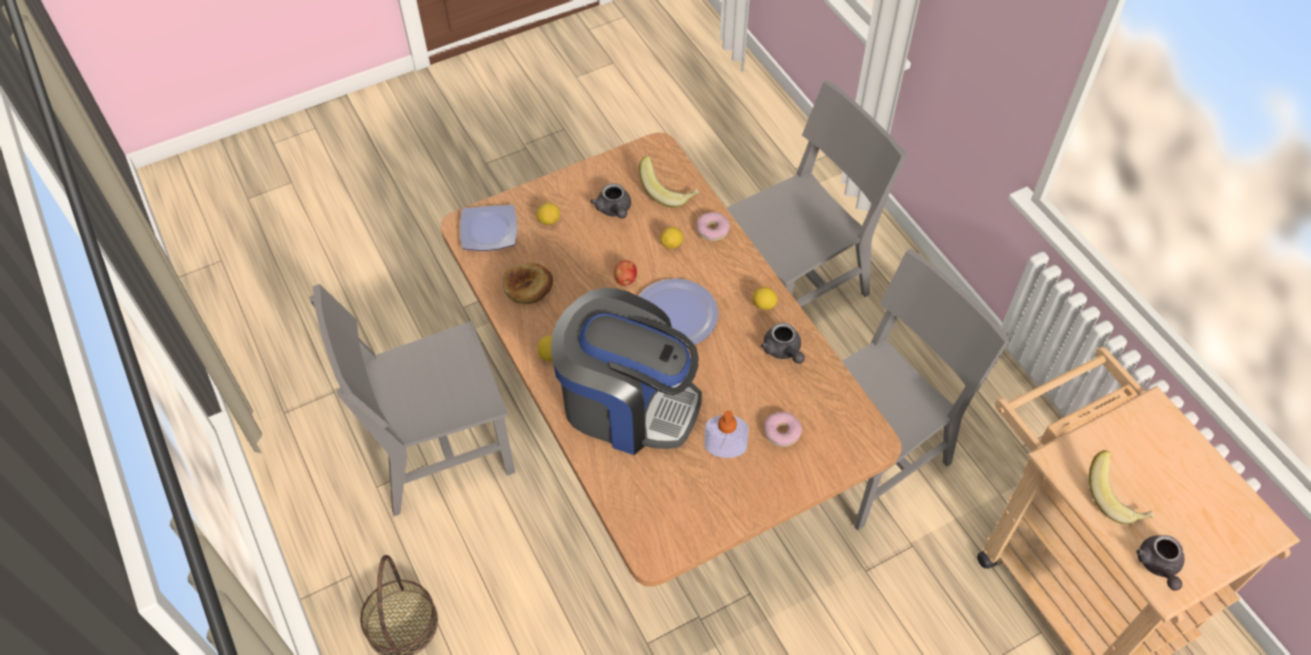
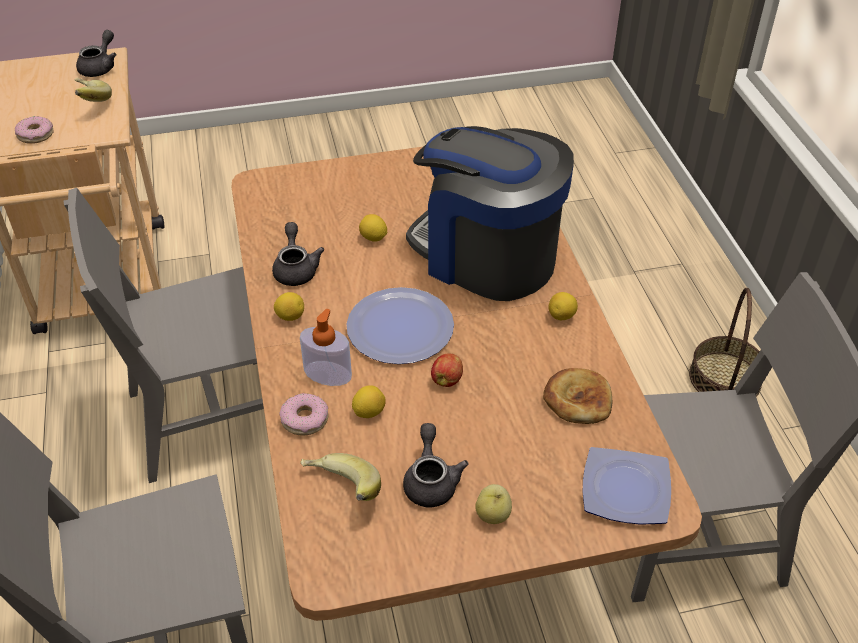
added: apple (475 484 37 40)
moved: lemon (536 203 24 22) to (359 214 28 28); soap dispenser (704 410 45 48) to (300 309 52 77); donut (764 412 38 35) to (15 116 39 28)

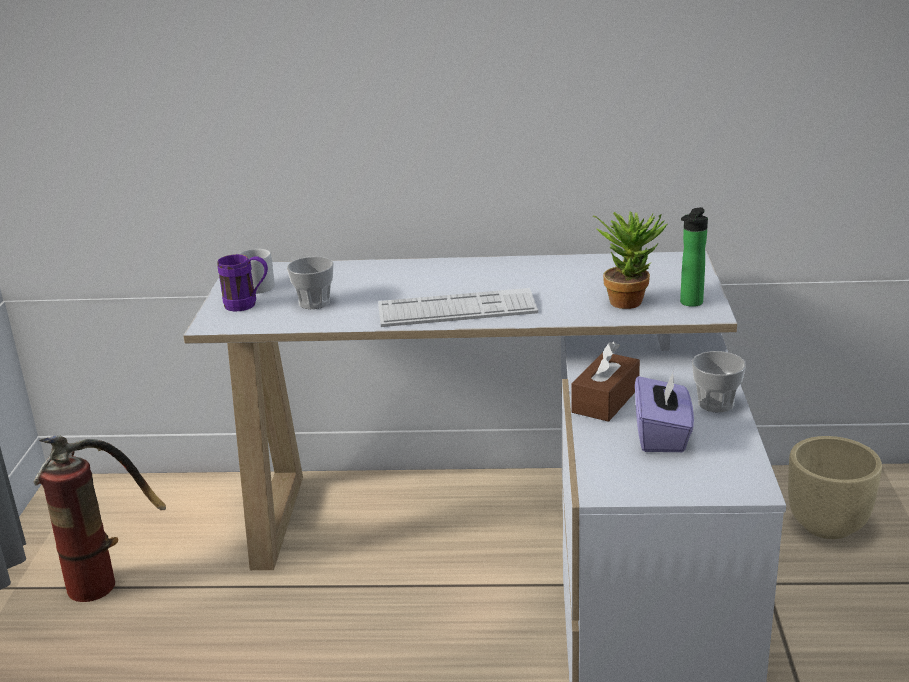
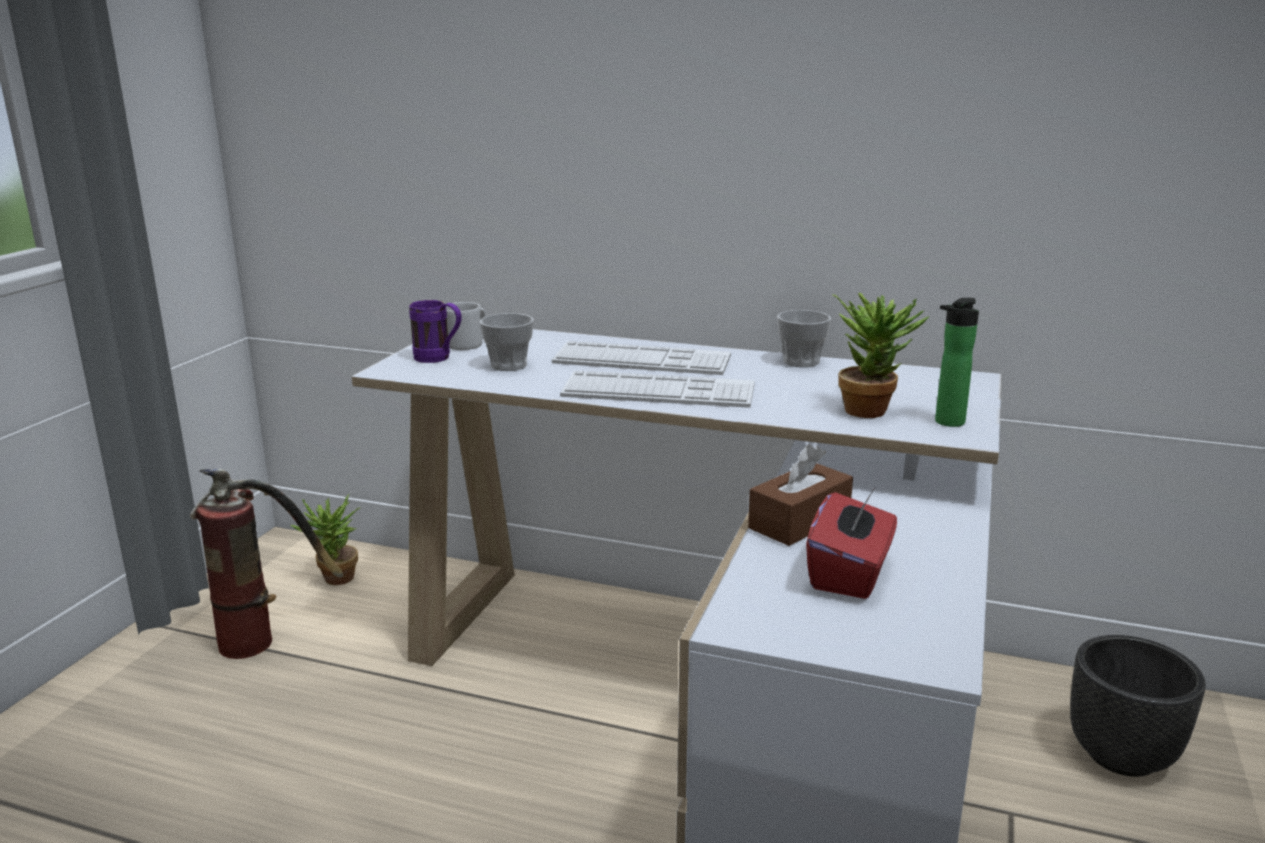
added: keyboard (552 341 179 34); potted plant (291 494 69 91)
moved: cup (692 351 54 62) to (777 310 54 57)
recoloured: purple tissue box (635 371 59 81) to red tissue box (806 488 91 111); beige planter (788 436 94 103) to black planter (1070 635 136 142)

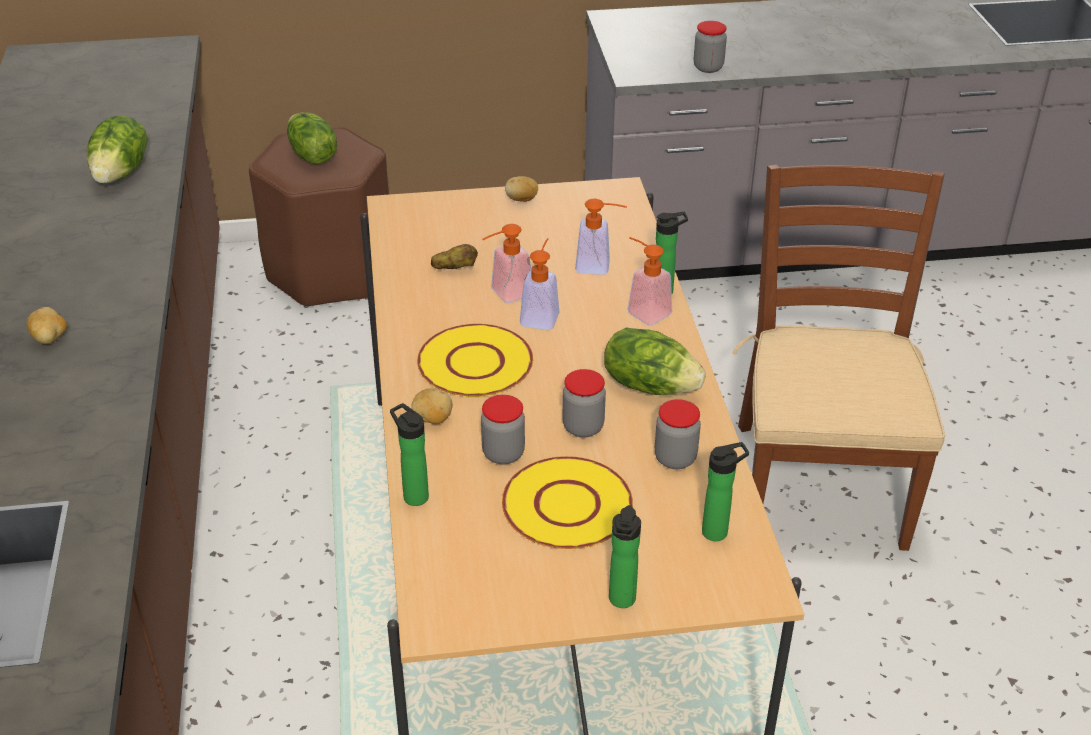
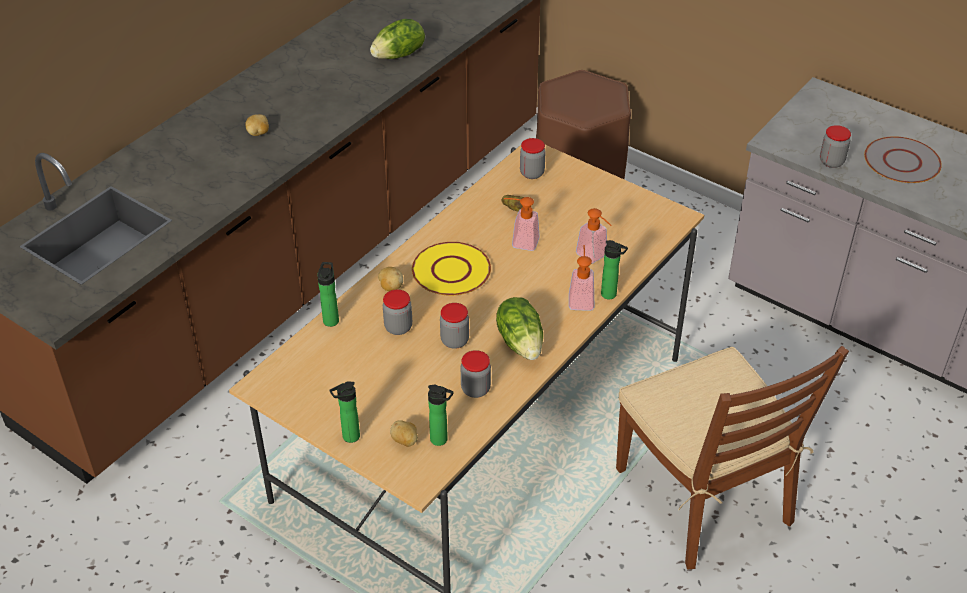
removed: lettuce (287 113 50 52); soap dispenser (520 238 39 92); yellow plate (502 456 131 93)
added: grey plate (864 136 78 48); jar (520 138 26 41)
moved: potato (505 176 33 26) to (390 420 28 27)
turned: brown chair (732 165 213 386) = (616 346 233 224) 105 degrees clockwise

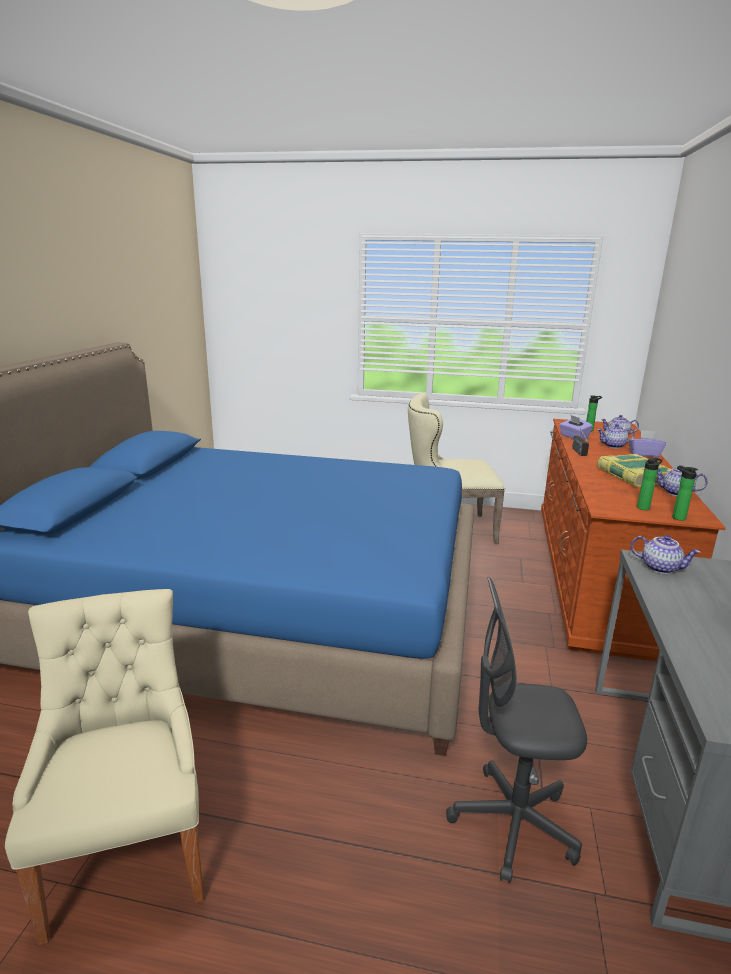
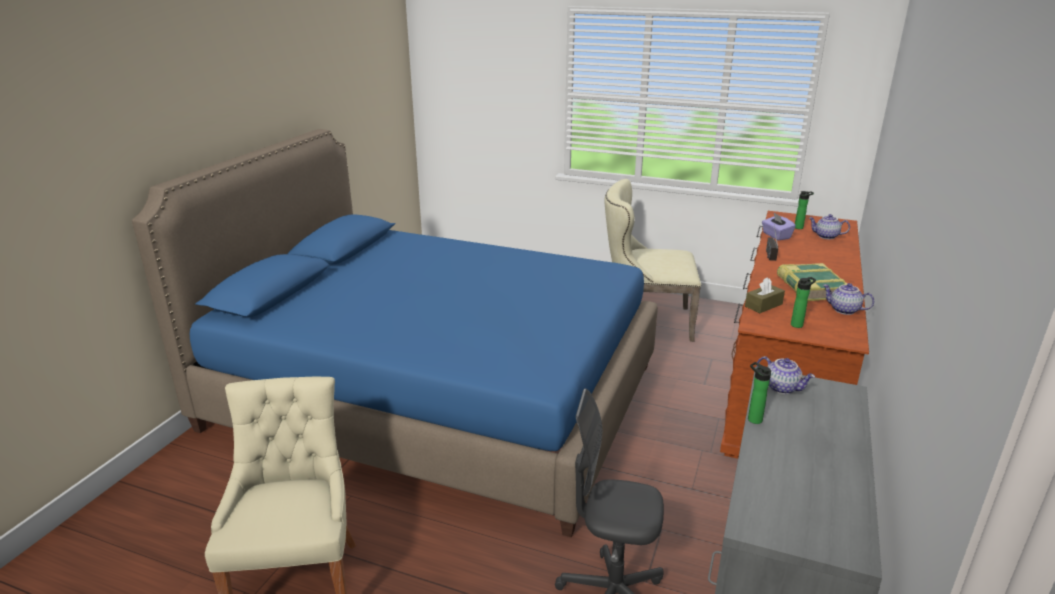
removed: teapot (597 424 38 24); purple tissue box (629 430 37 27)
added: brown tissue box (745 277 40 36)
moved: bottle (672 465 26 56) to (748 362 23 62)

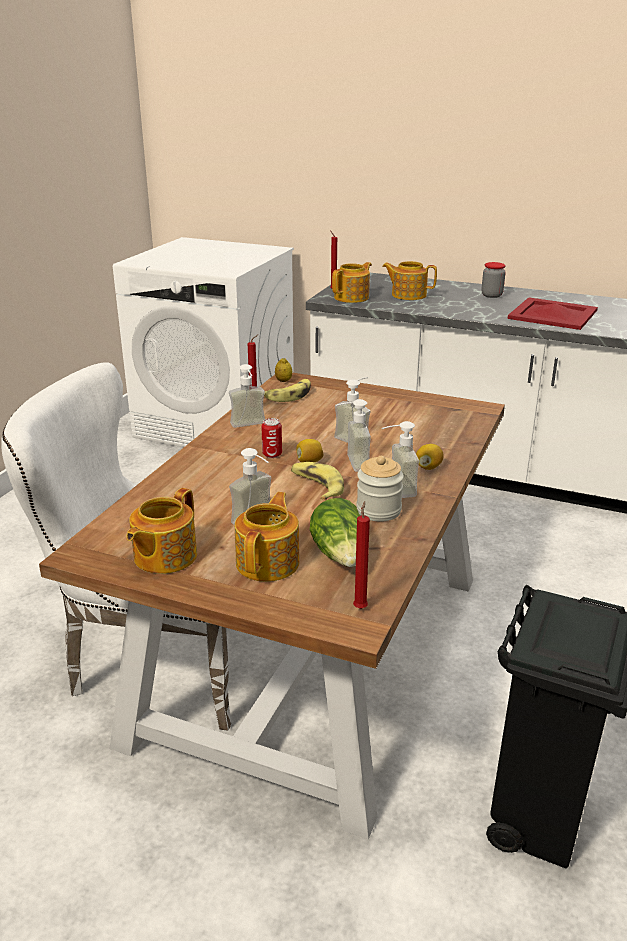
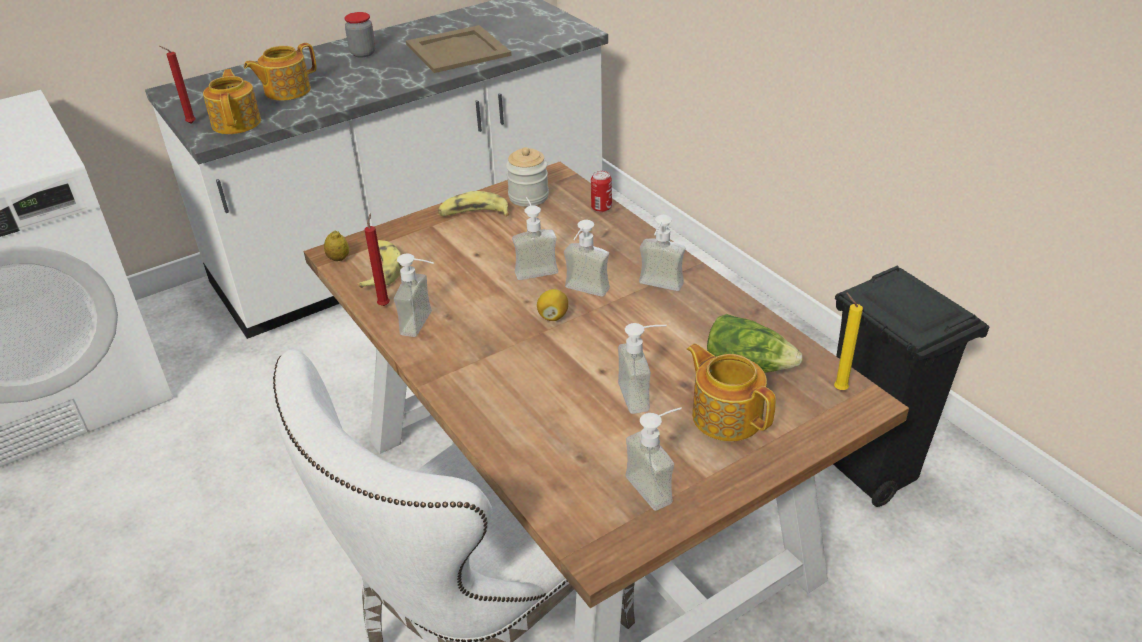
removed: lemon (416 444 28 26)
moved: can (261 418 21 40) to (591 171 21 41); jar (357 456 47 66) to (506 147 43 60); banana (291 462 53 38) to (438 191 71 25)
replaced: teapot (127 488 70 86) to soap dispenser (625 408 57 103)
recoloured: red tray (507 297 91 33) to beige tray (406 25 106 48); red candle (353 501 17 108) to yellow candle (834 293 29 97)

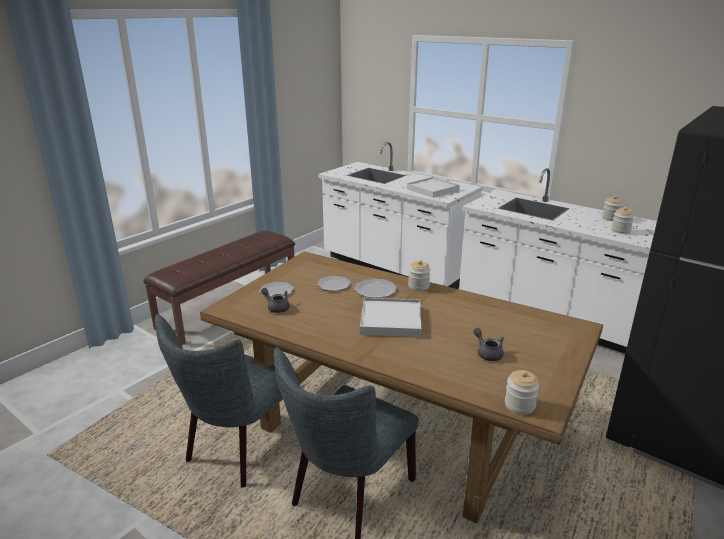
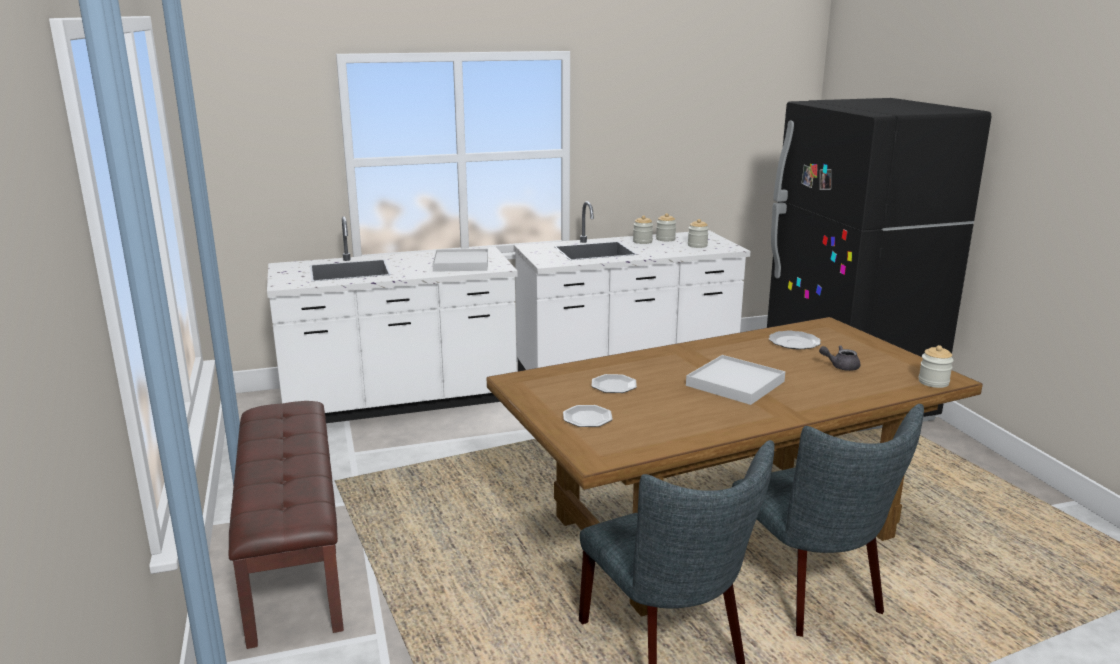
removed: grey teapot (261 288 29 25)
moved: jar (408 260 23 31) to (633 216 20 28); plate (355 278 42 20) to (769 331 52 18)

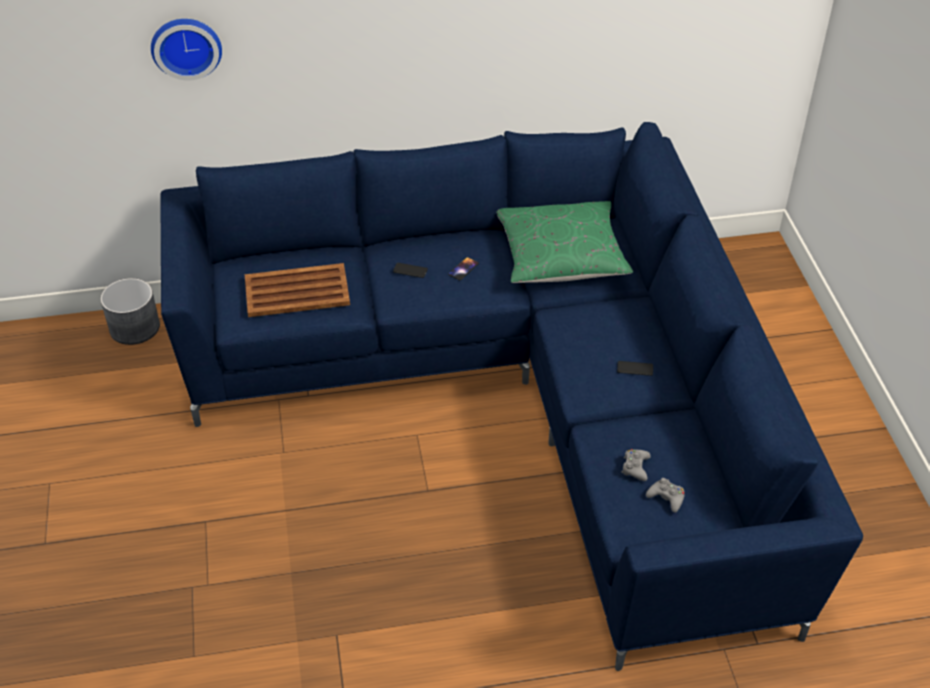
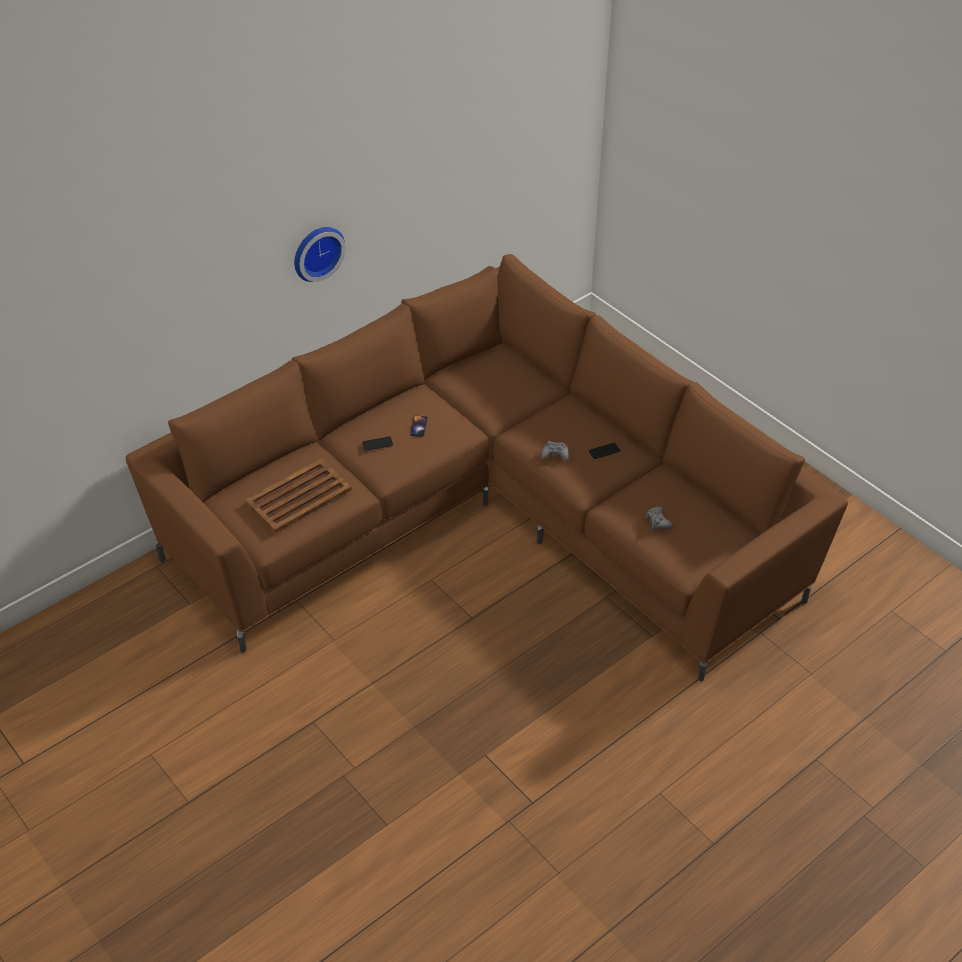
removed: green pillow (497 201 136 82); grey planter (100 278 60 67)
moved: wall clock (151 19 71 62) to (294 227 52 55); grey game controller (646 478 39 35) to (541 441 28 20)
recoloured: blue sofa (160 122 703 549) to brown sofa (126 254 722 428)

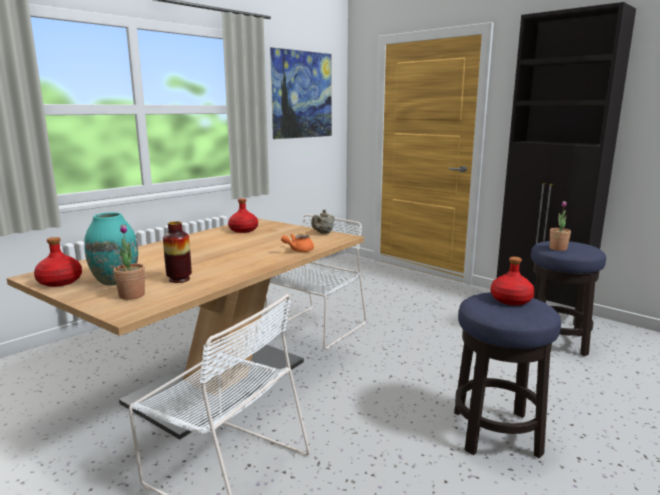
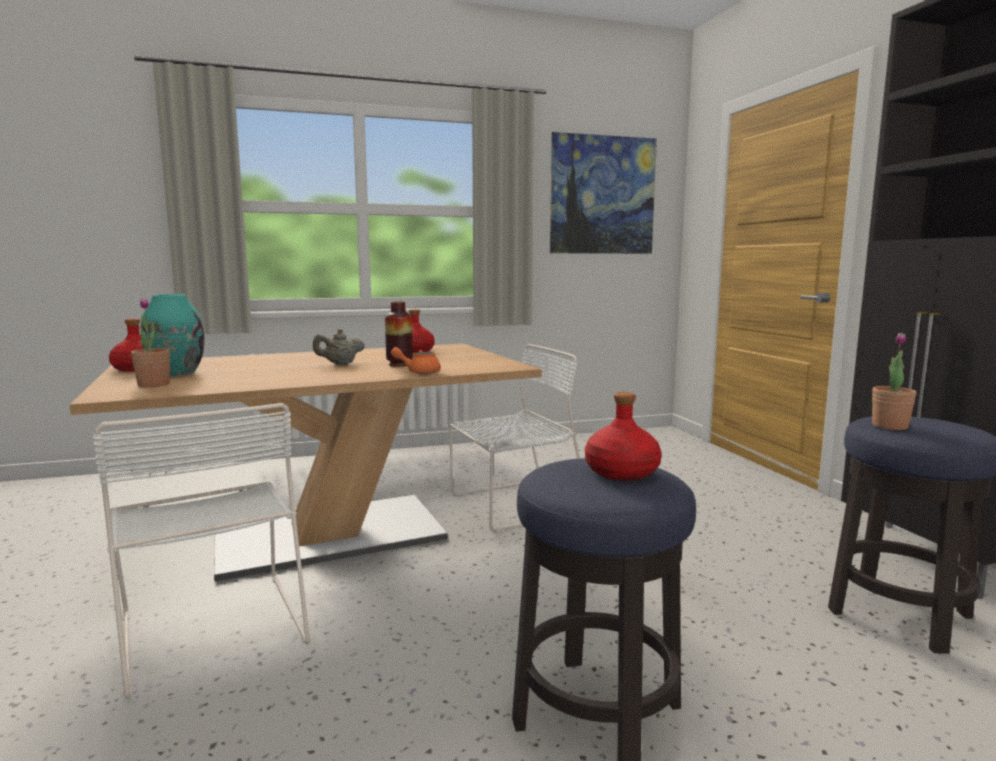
moved: beige teapot (311 210 24 24) to (313 329 52 36); vase (163 221 29 62) to (385 301 28 66)

